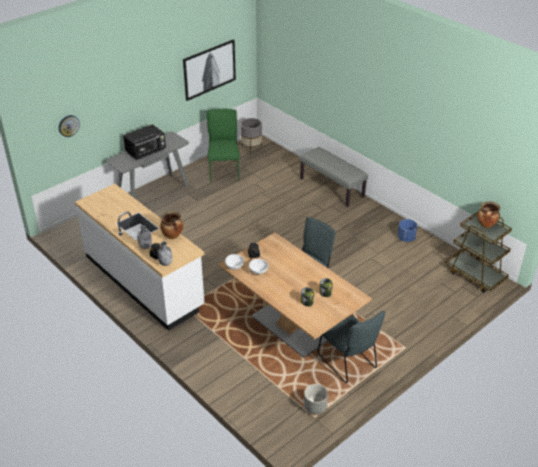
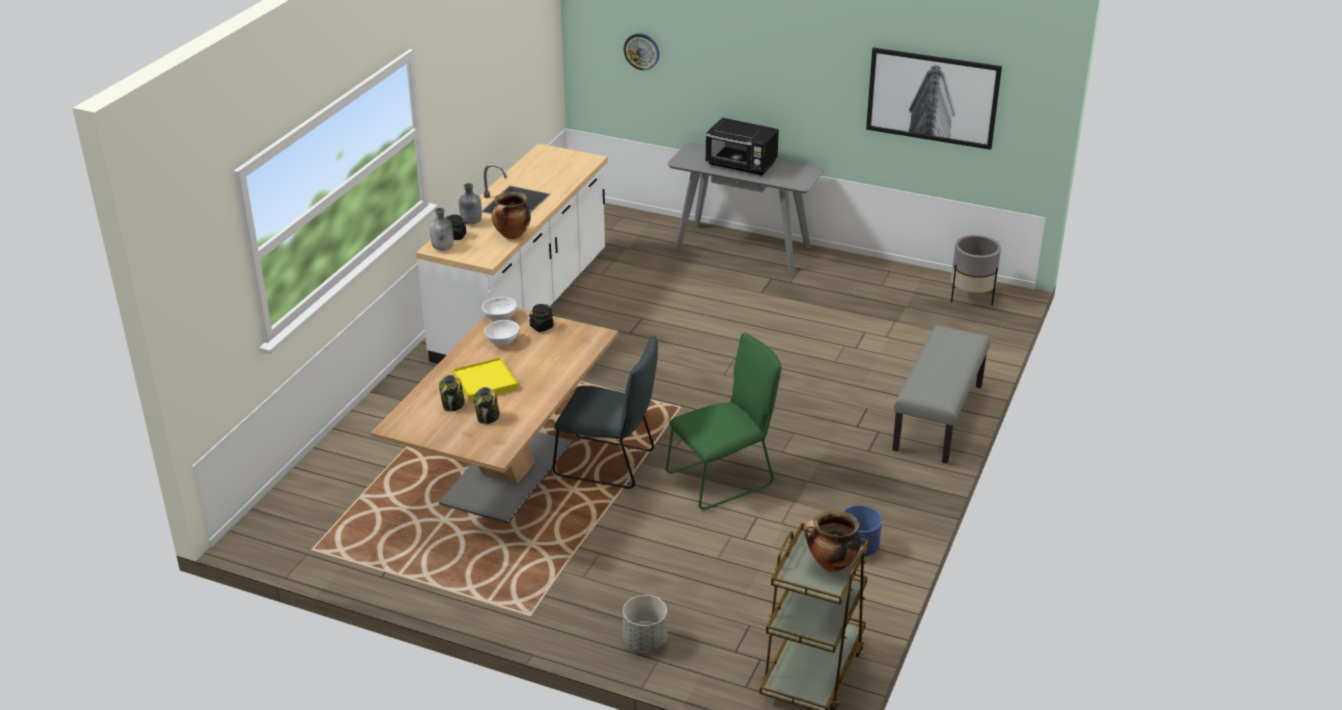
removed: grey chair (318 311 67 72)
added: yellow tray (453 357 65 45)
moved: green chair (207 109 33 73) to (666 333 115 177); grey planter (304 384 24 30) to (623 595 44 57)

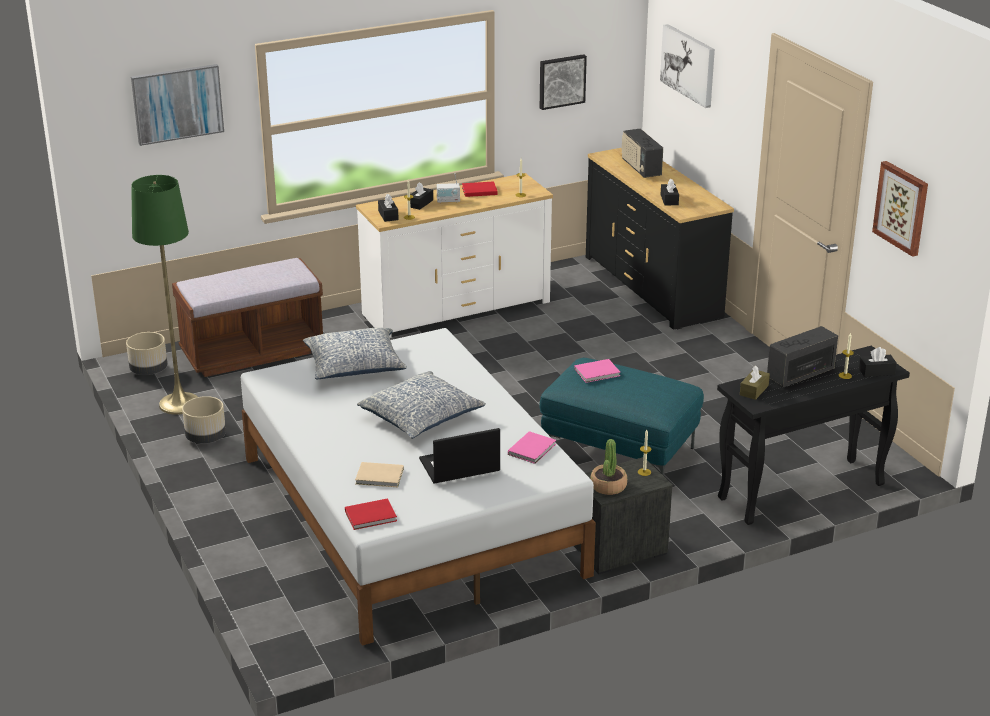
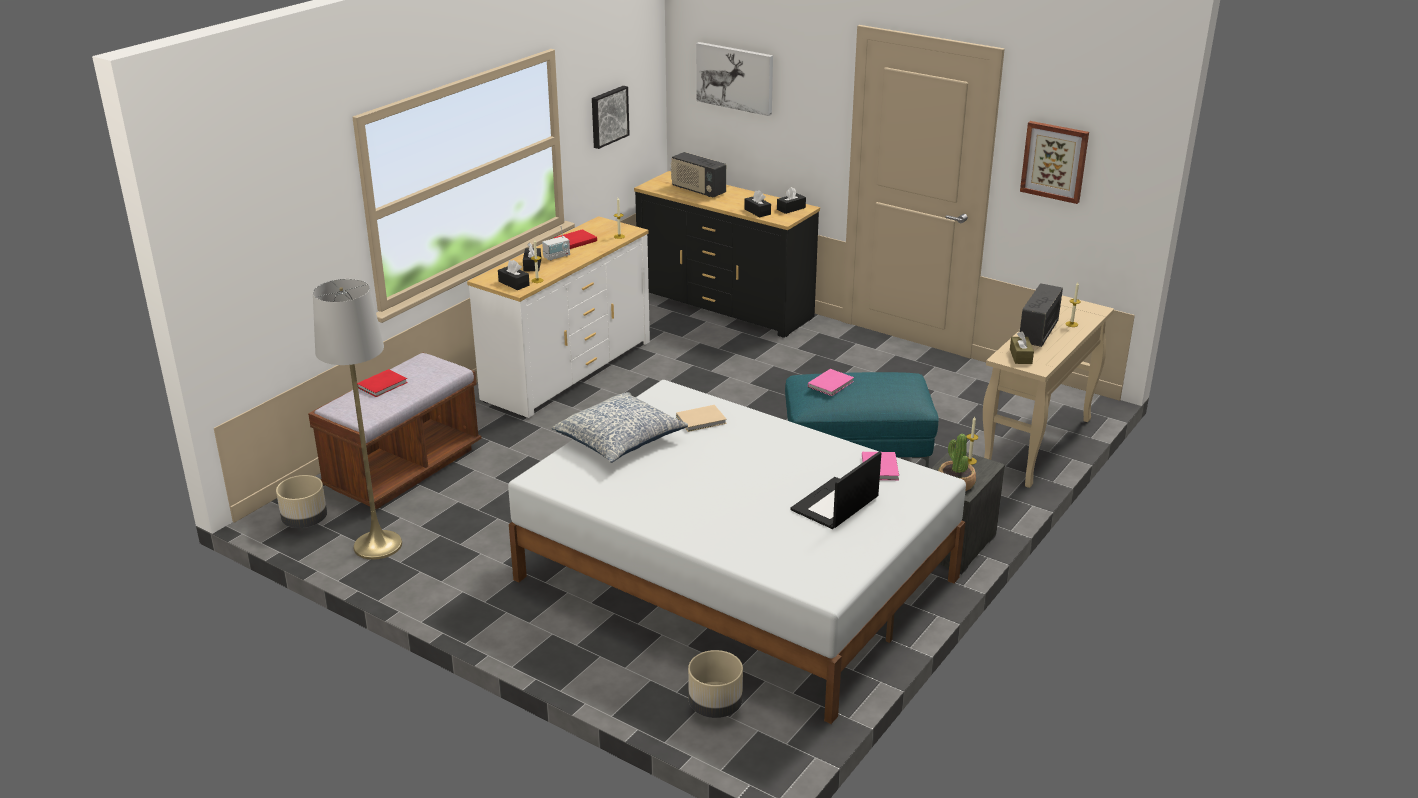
removed: picture (131 64 93 82); pillow (357 371 129 68)
moved: black tissue box (859 347 38 30) to (777 187 29 27); beige planter (182 396 44 48) to (688 650 55 68); beige book (355 462 49 25) to (676 405 51 27); red book (345 498 52 32) to (357 369 51 28)
recoloured: green floor lamp (131 175 67 240) to grey floor lamp (313 279 89 281); black console table (717 346 193 179) to beige console table (983 296 131 192)

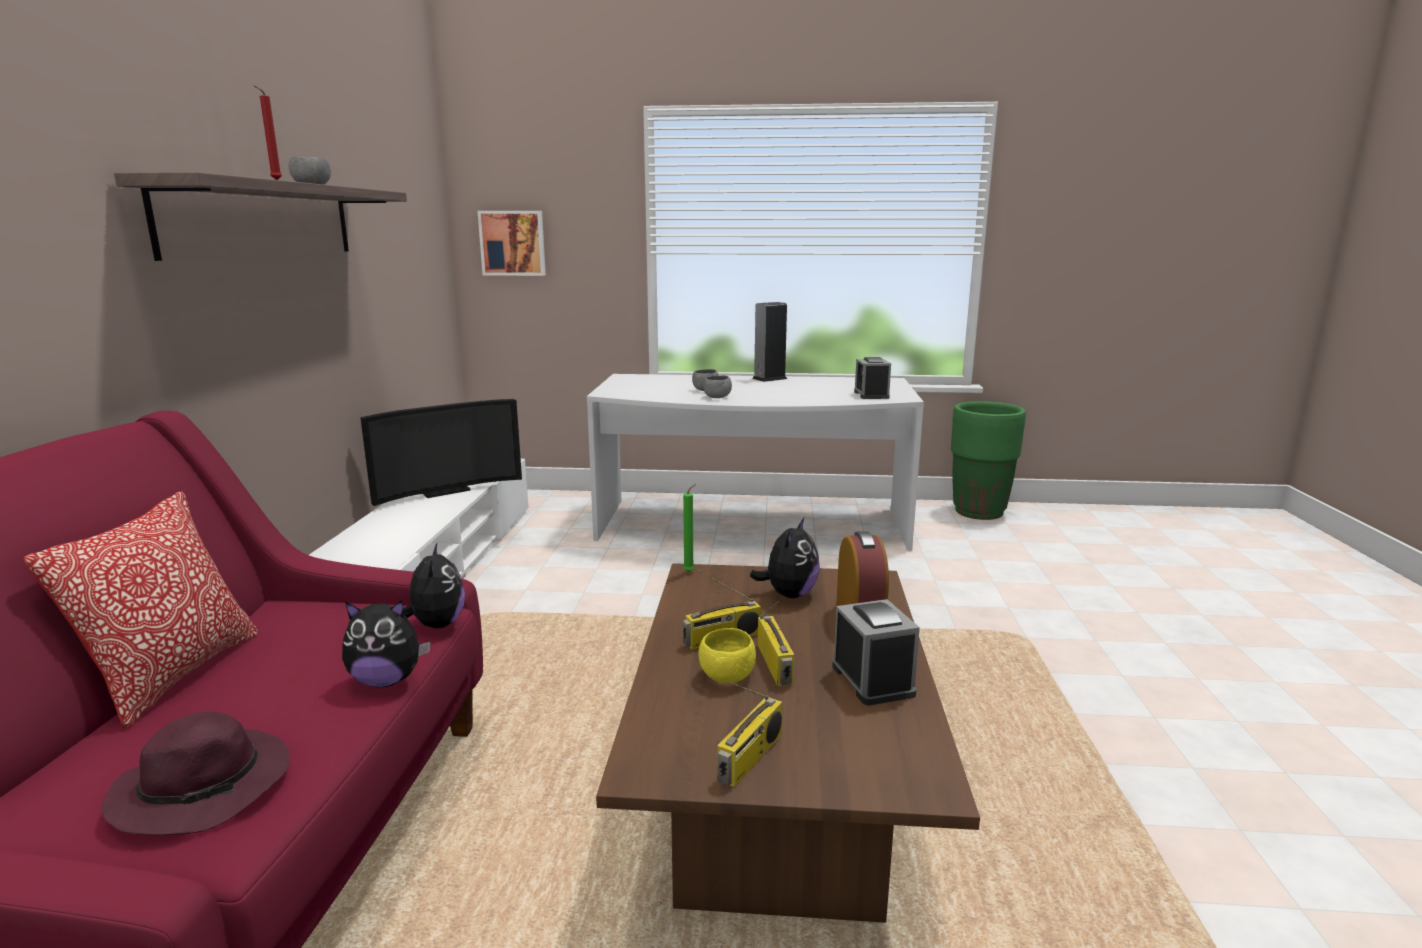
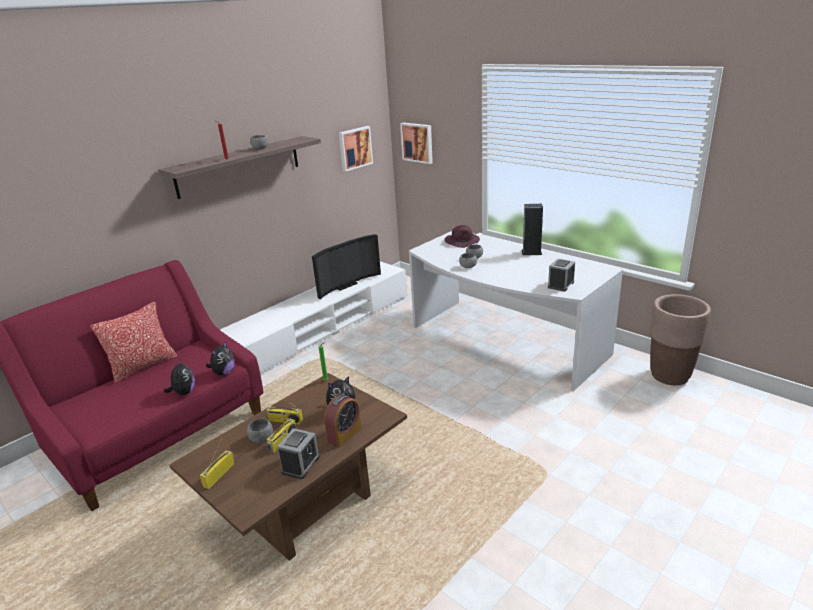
added: picture (339 126 34 46)
moved: purple hat (101 712 189 123) to (444 225 36 23)
recoloured: green planter (951 401 75 119) to brown planter (650 294 61 91); yellow bowl (698 628 58 55) to grey bowl (247 419 26 24)
turned: television (360 399 162 107) = (312 234 69 65) 45 degrees counterclockwise; plush toy (342 600 89 87) = (164 358 31 37) 135 degrees counterclockwise; radio (717 681 66 106) = (200 438 35 51) 135 degrees clockwise

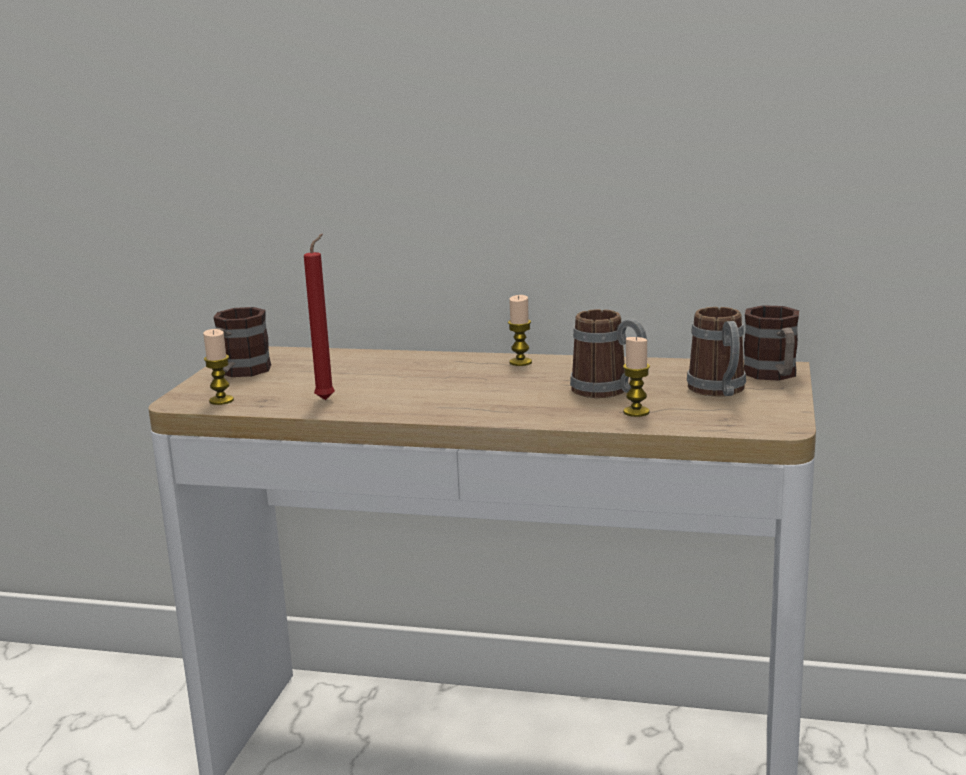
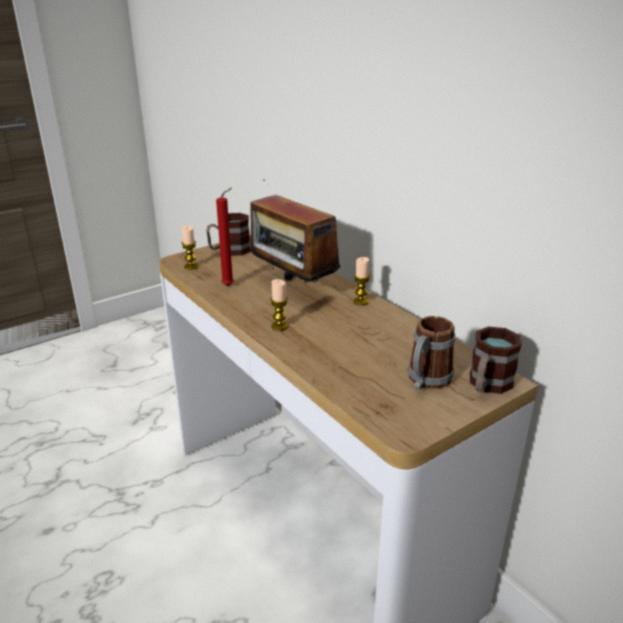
removed: mug (570 309 77 89)
added: radio (251 180 89 103)
moved: candle (623 337 27 80) to (270 279 18 52)

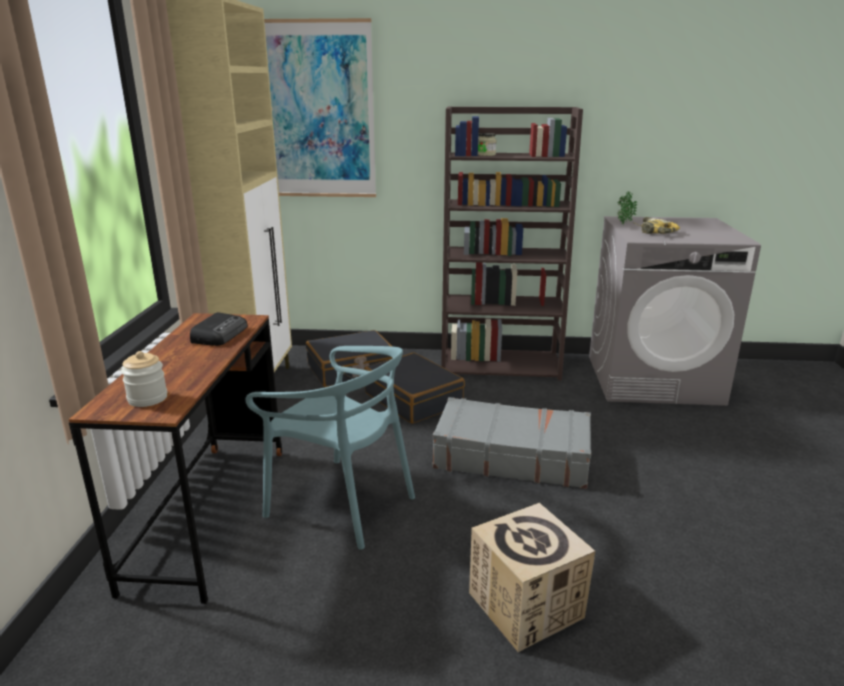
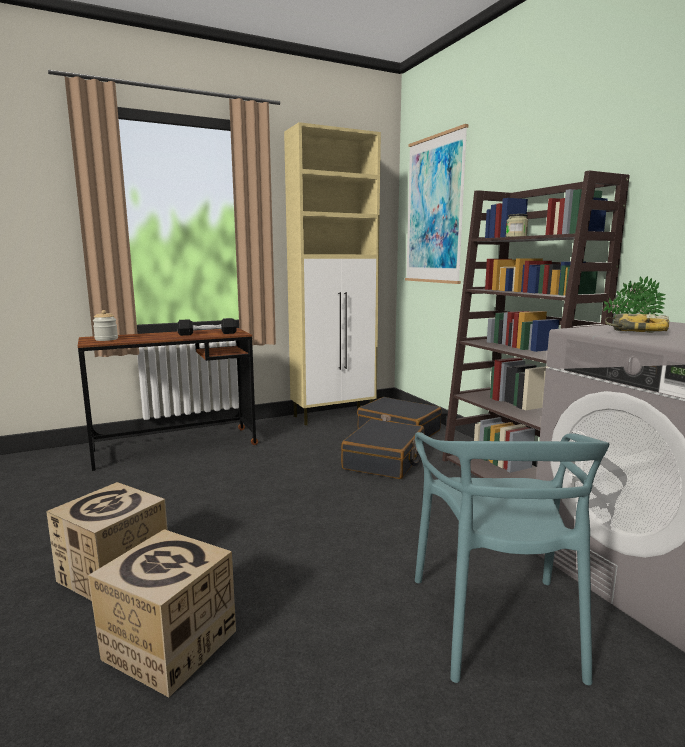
removed: grey suitcase (432 397 159 92)
added: cardboard box (88 529 148 168)
moved: turquoise chair (245 346 170 203) to (415 432 194 253)
replaced: radio (190 312 58 34) to black dumbbell (177 318 59 18)

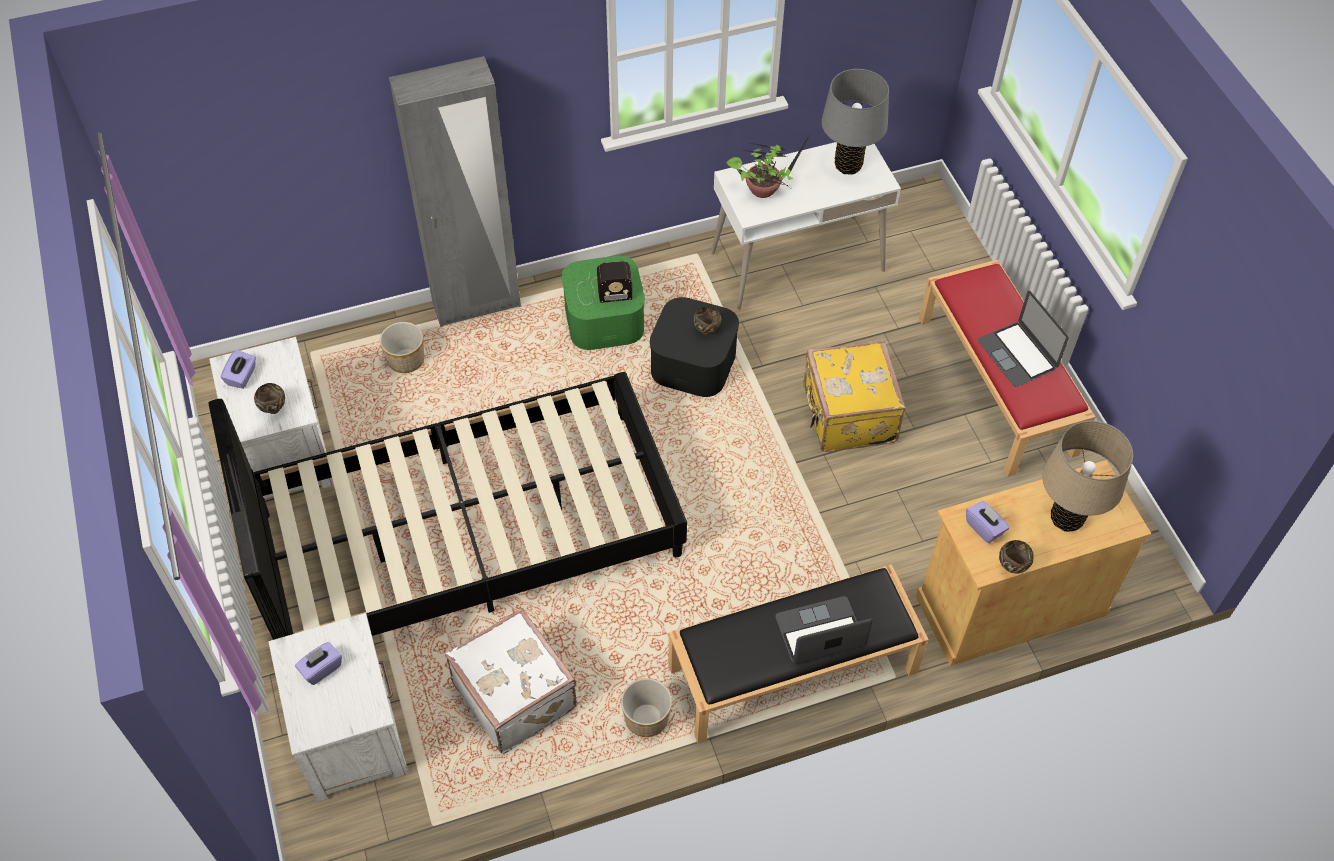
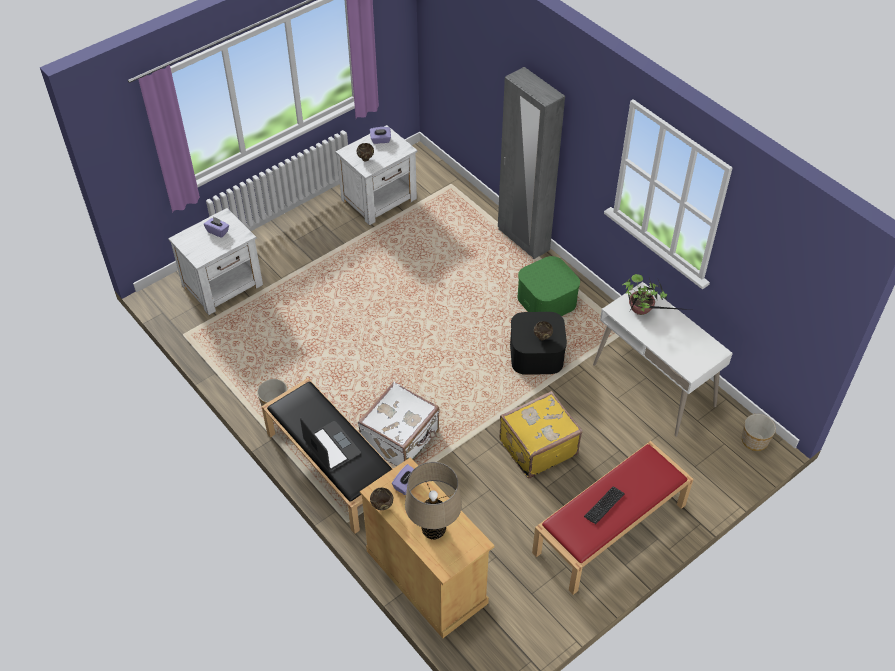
removed: grey table lamp (821 69 68 106); radio (577 261 55 44); black bed (209 372 478 268)
moved: planter (380 322 44 51) to (742 414 34 37); white suitcase (446 608 131 146) to (358 382 82 84)
replaced: laptop (978 291 91 96) to keyboard (584 486 41 38)

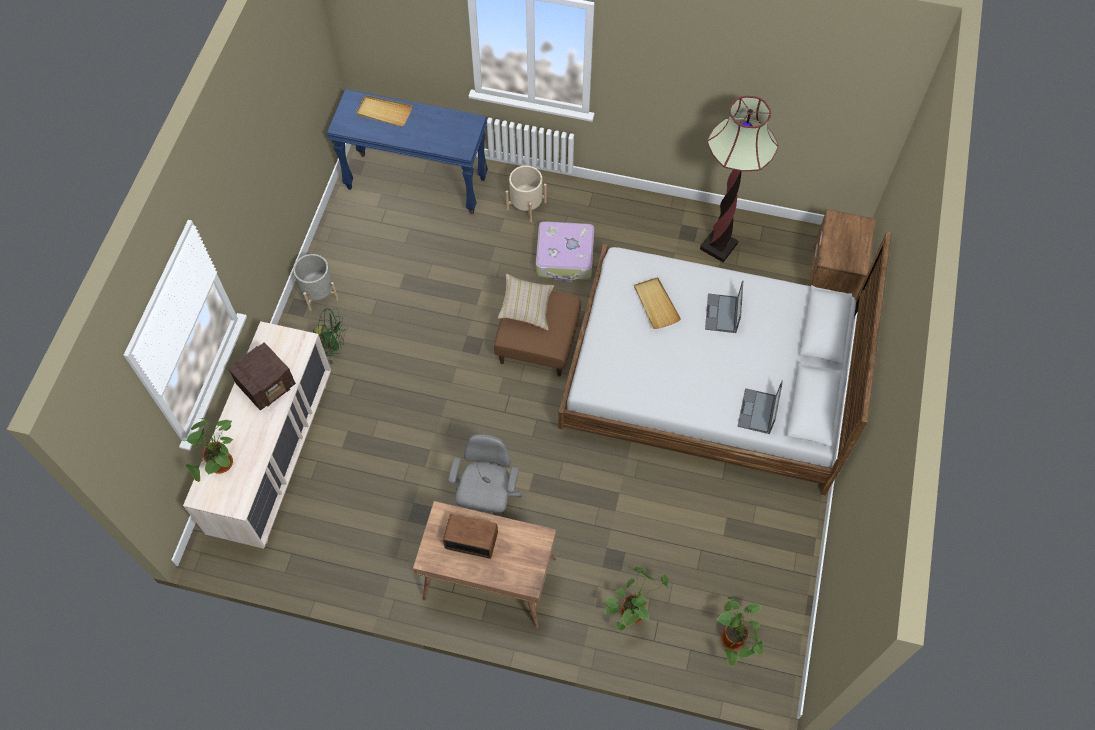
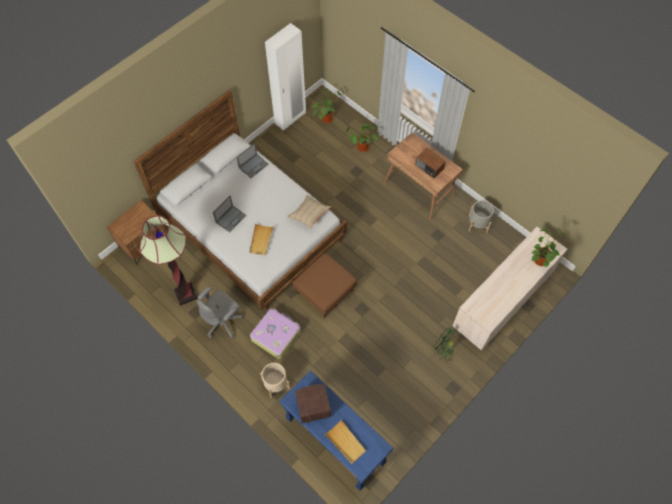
added: white wardrobe (265 23 41 108)
moved: grey planter (293 254 46 57) to (469 200 25 33); beige pillow (498 274 56 56) to (288 195 43 34); radio (228 342 68 69) to (295 384 36 39); grey office chair (448 434 74 82) to (197 286 46 52)

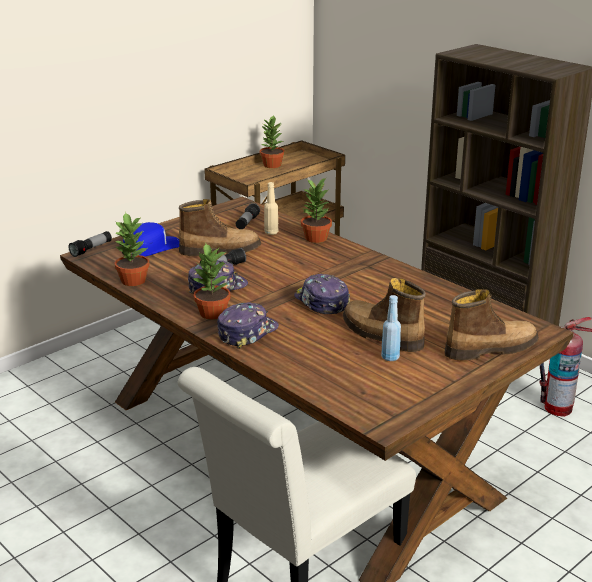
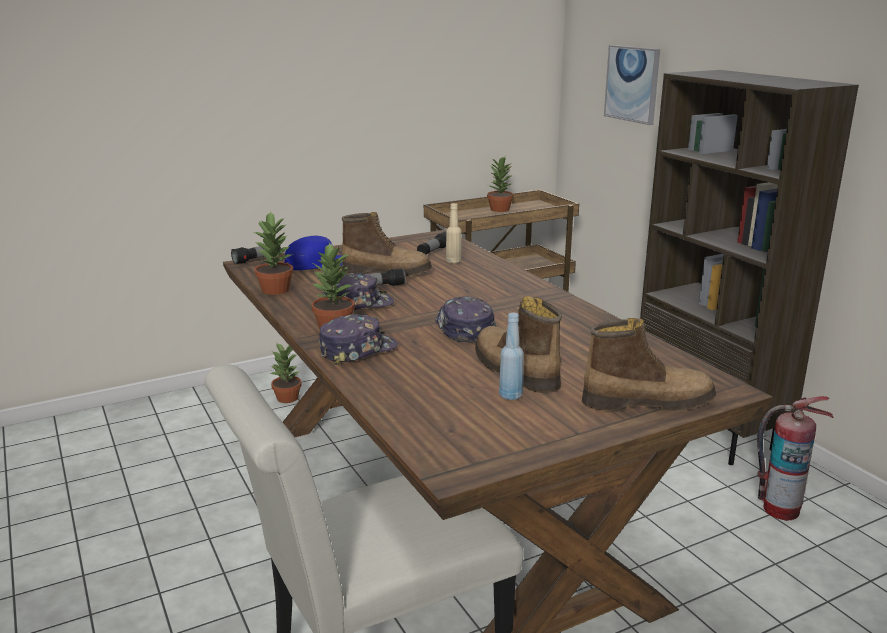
added: picture (604 45 56 80)
moved: potted plant (301 178 31 65) to (270 343 31 60)

